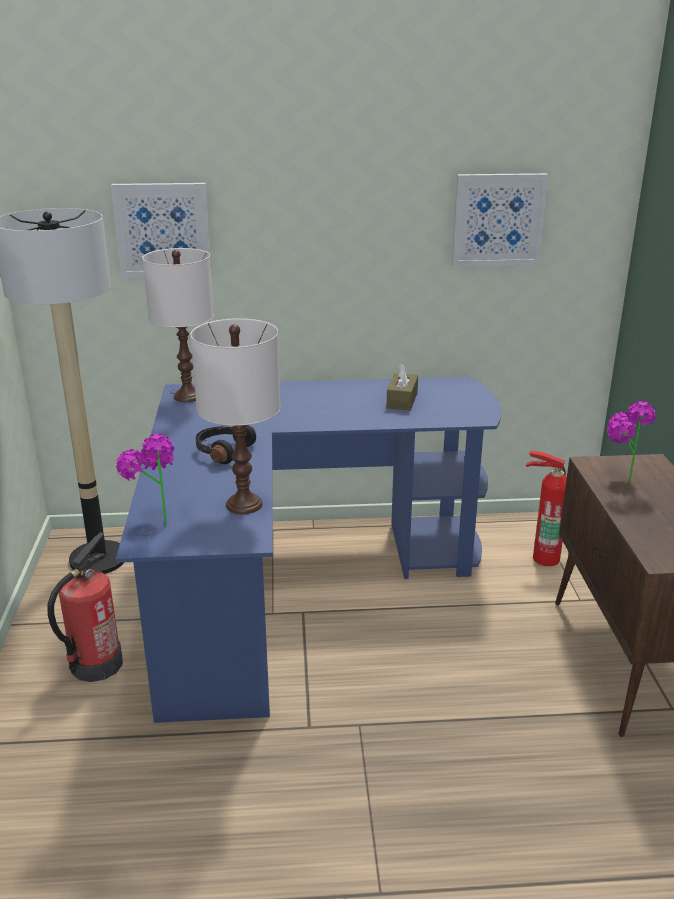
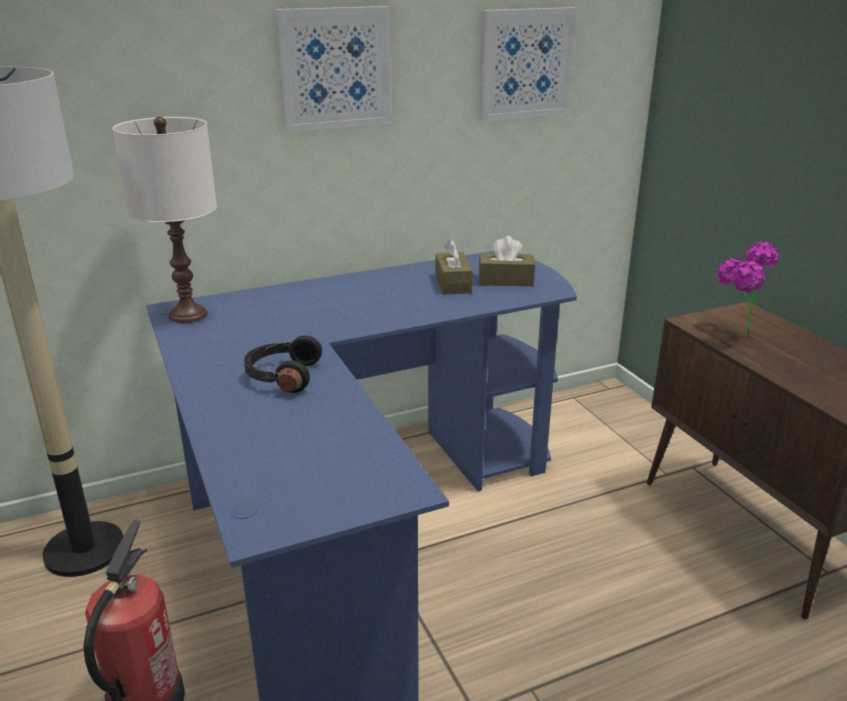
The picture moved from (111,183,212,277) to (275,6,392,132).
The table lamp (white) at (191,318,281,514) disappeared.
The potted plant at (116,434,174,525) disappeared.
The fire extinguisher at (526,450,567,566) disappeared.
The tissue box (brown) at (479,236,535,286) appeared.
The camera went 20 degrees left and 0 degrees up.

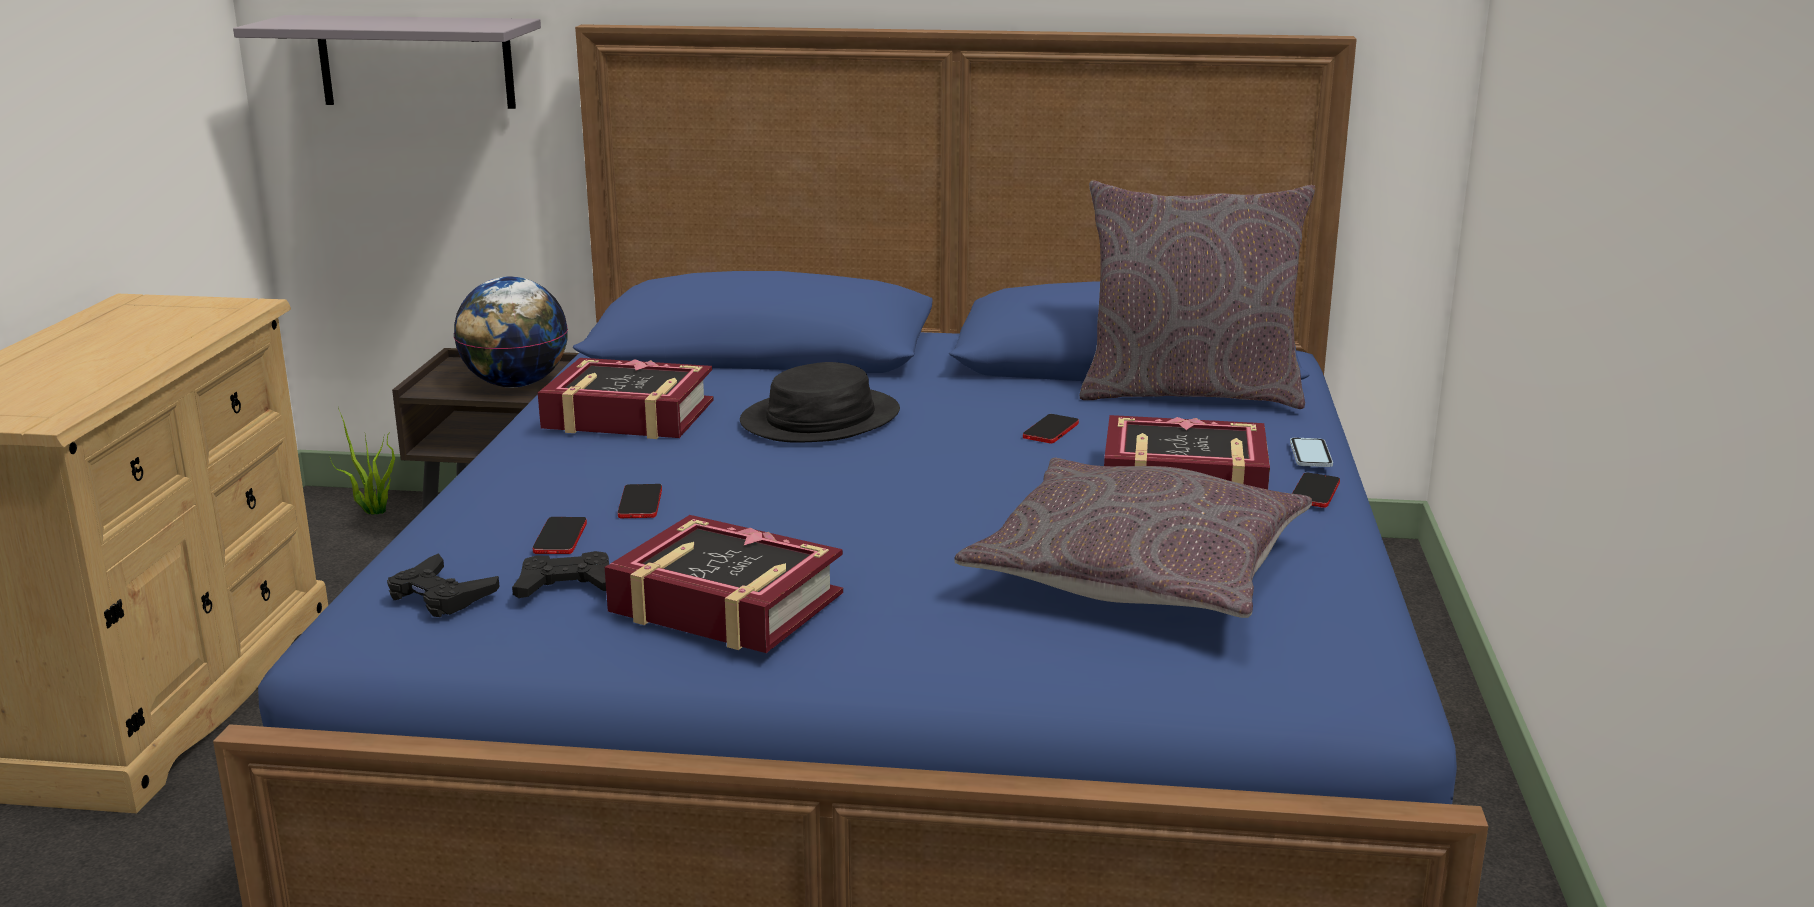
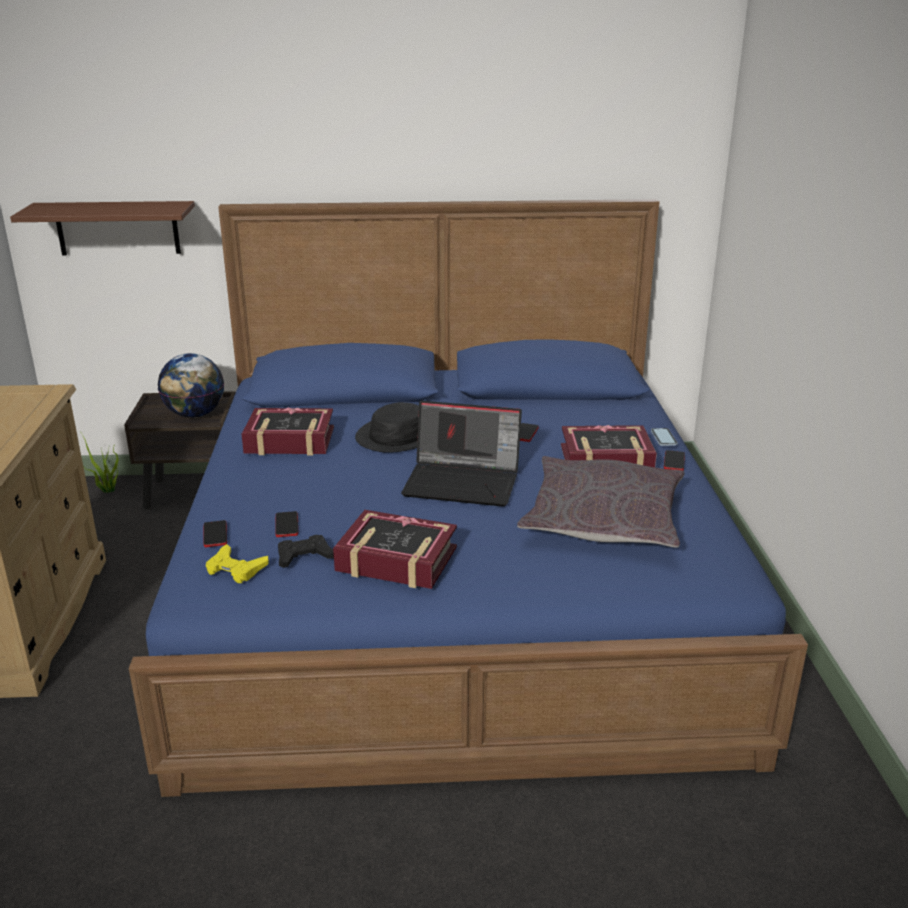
The shelf (grey) at (233,15,541,109) became the shelf (brown) at (10,201,195,255).
The pillow (grey) at (1079,180,1315,409) disappeared.
The phone moved from (618,484,662,518) to (204,520,227,547).
The game controller (black) at (387,553,500,617) became the game controller (yellow) at (206,544,269,583).
The laptop at (401,401,522,507) appeared.
The camera went 10 degrees left and 5 degrees up.

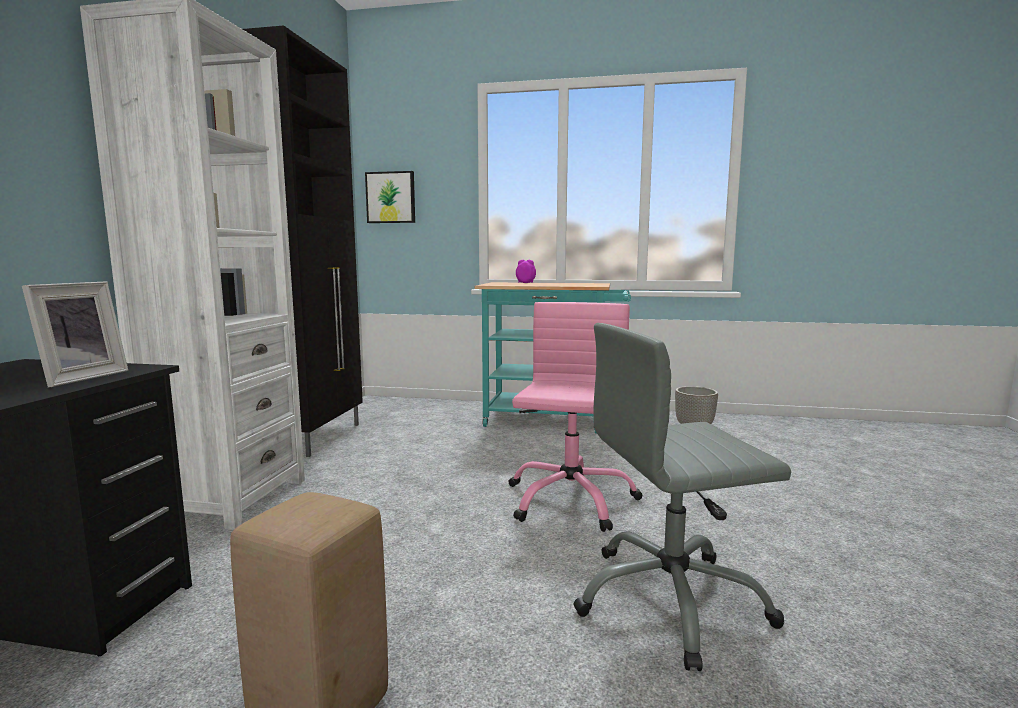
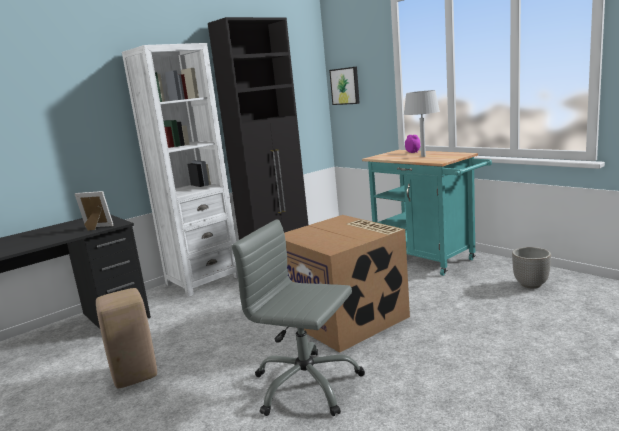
The picture frame at (22,281,128,387) turned 135 degrees counterclockwise.
The office chair (pink) at (508,302,643,532) was replaced by the cardboard box at (284,215,410,353).
The table lamp (grey) at (404,90,440,157) appeared.
The camera went 40 degrees right and 5 degrees up.

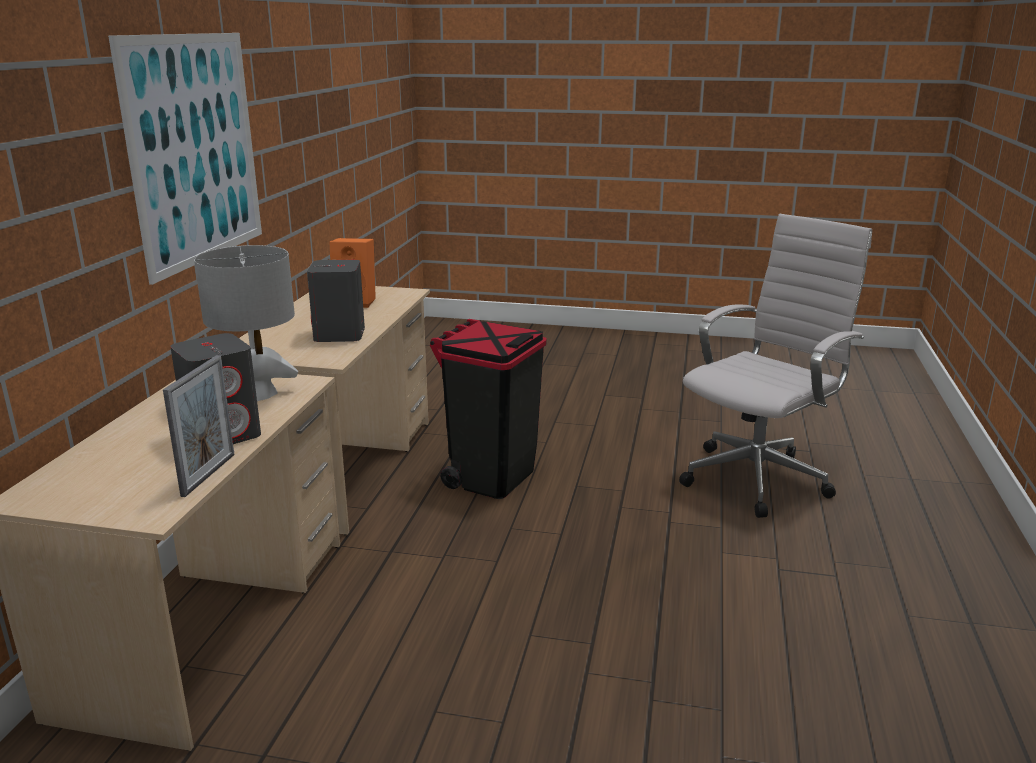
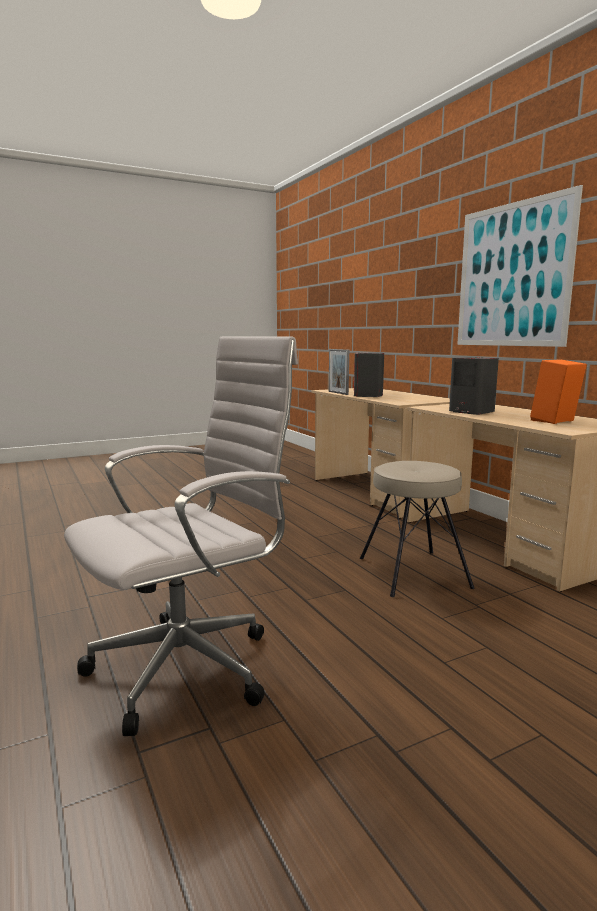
The office chair (white) at (679,214,872,518) turned 135 degrees counterclockwise.
The table lamp (grey) at (194,245,298,401) disappeared.
The trash can (black) at (430,319,547,499) was replaced by the stool (beige) at (360,461,475,597).
The camera went 140 degrees right and 10 degrees down.

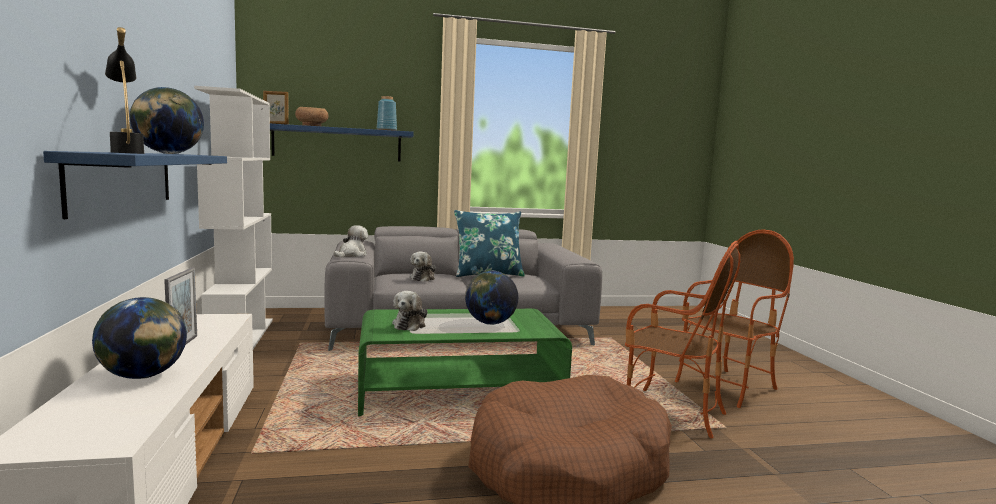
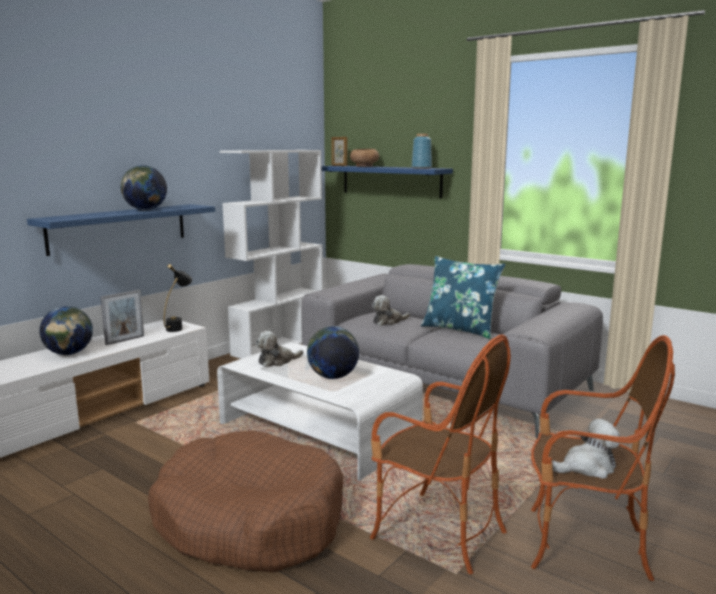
The table lamp (black) moved from (105,27,144,154) to (164,264,192,332).
The plush toy moved from (334,225,368,257) to (551,419,620,479).
The armchair at (625,241,740,438) turned 45 degrees counterclockwise.
The coffee table (green) at (358,309,572,417) became the coffee table (white) at (217,342,423,481).
The camera went 50 degrees right and 5 degrees up.

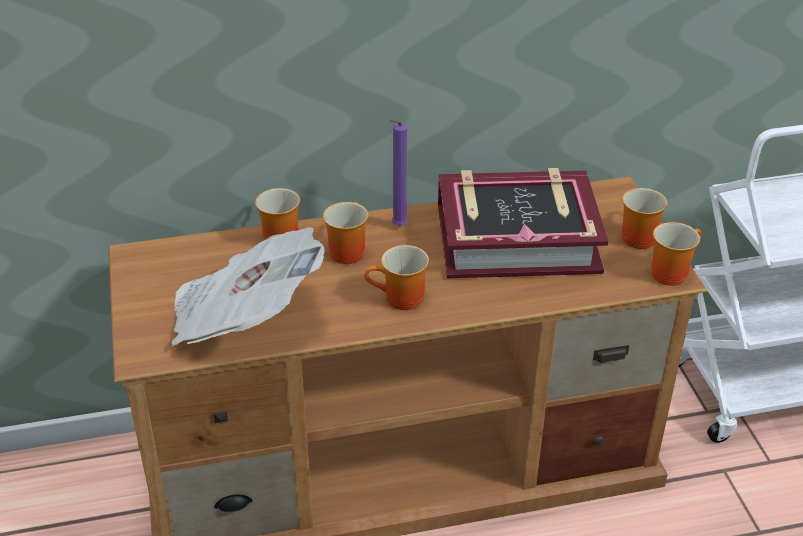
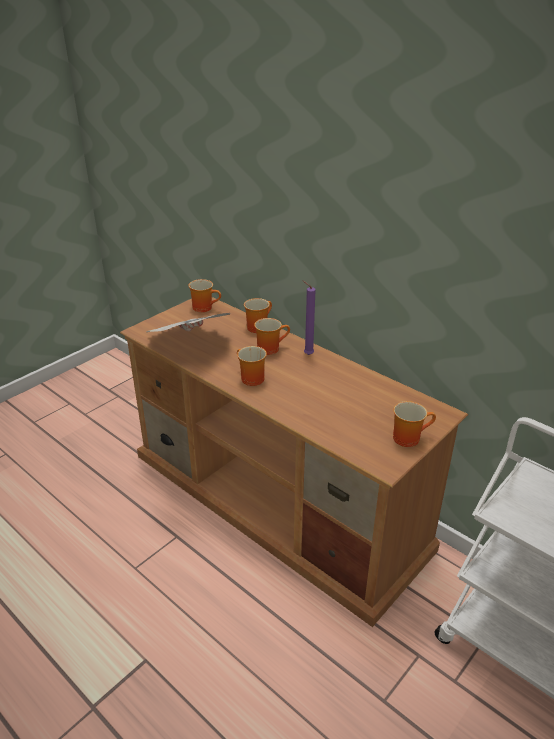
The book at (438,168,608,278) disappeared.
The mug moved from (651,222,701,286) to (188,279,221,312).
The camera went 55 degrees right and 5 degrees down.

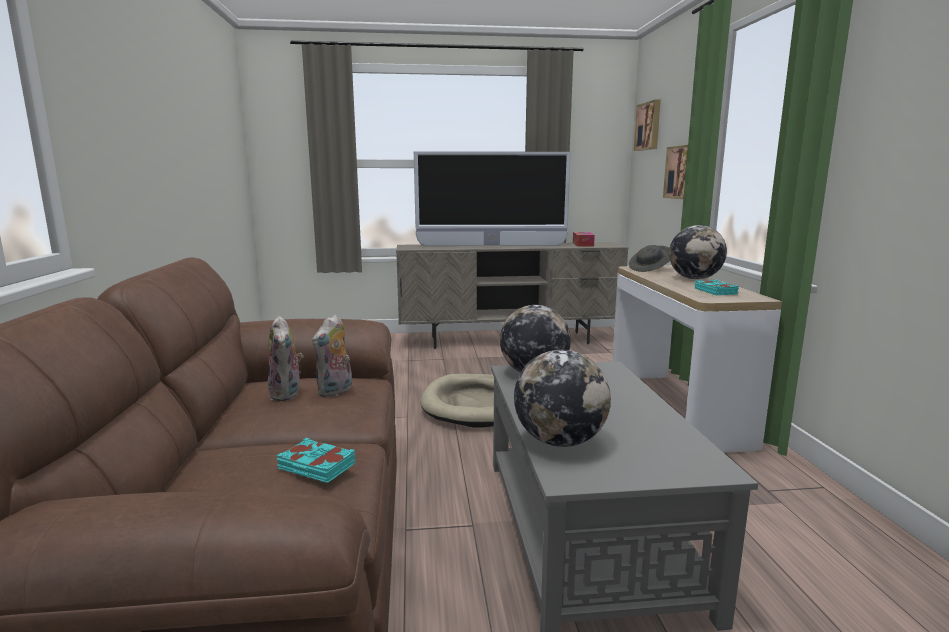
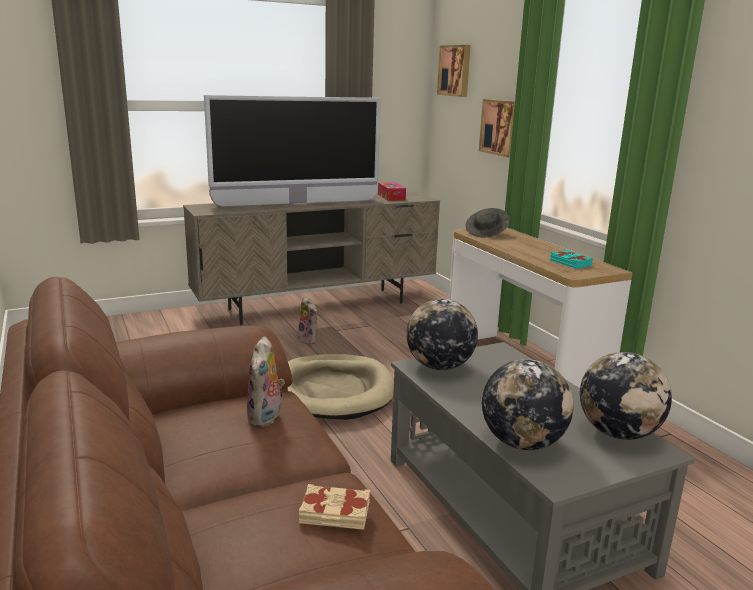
The globe moved from (669,225,727,279) to (580,352,672,440).
The plush toy moved from (268,315,303,401) to (297,296,317,345).
The book (turquoise) at (277,438,355,483) became the book (beige) at (299,484,370,530).
The camera went 20 degrees left and 5 degrees up.

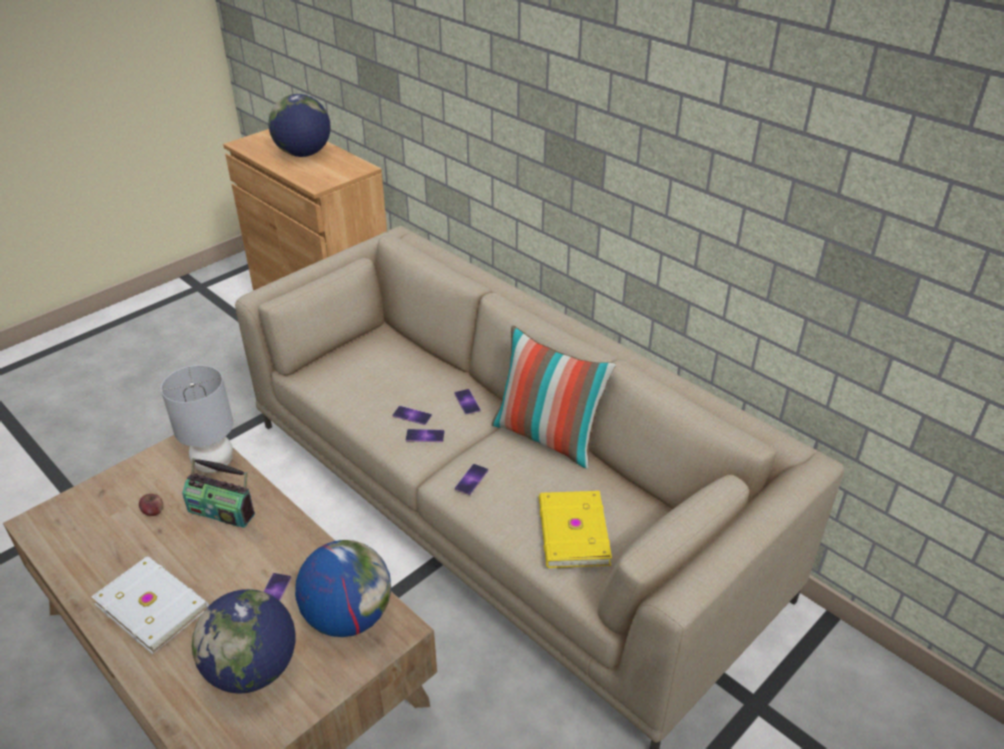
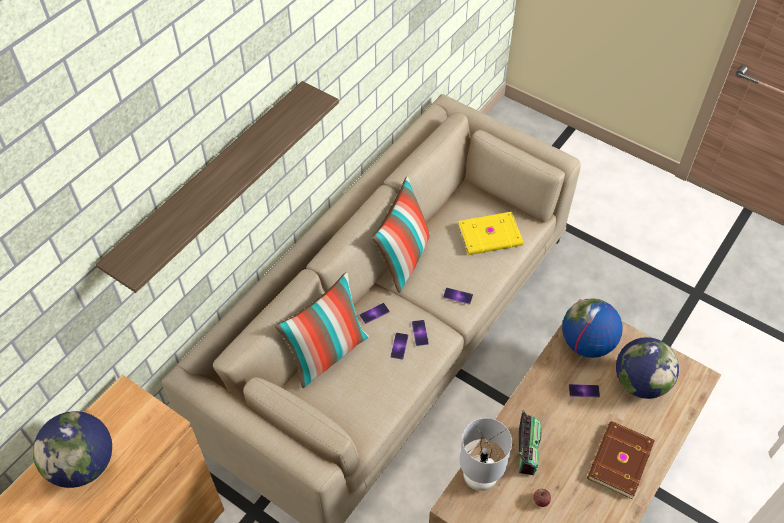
The book (white) at (91,556,209,654) became the book (brown) at (587,421,655,499).
The shelf at (96,81,339,293) appeared.
The pillow at (275,272,369,388) appeared.
The camera went 100 degrees left and 15 degrees up.

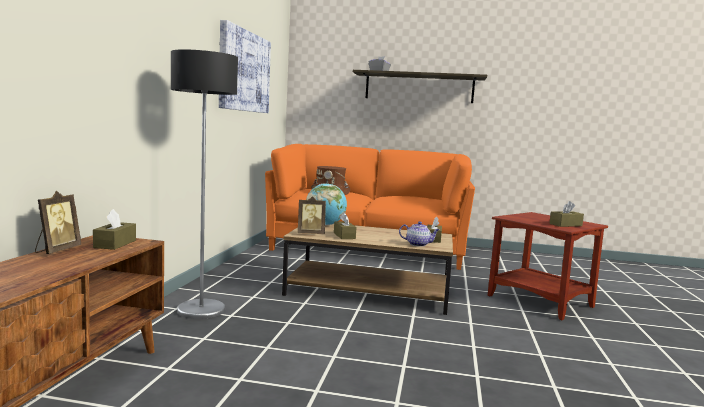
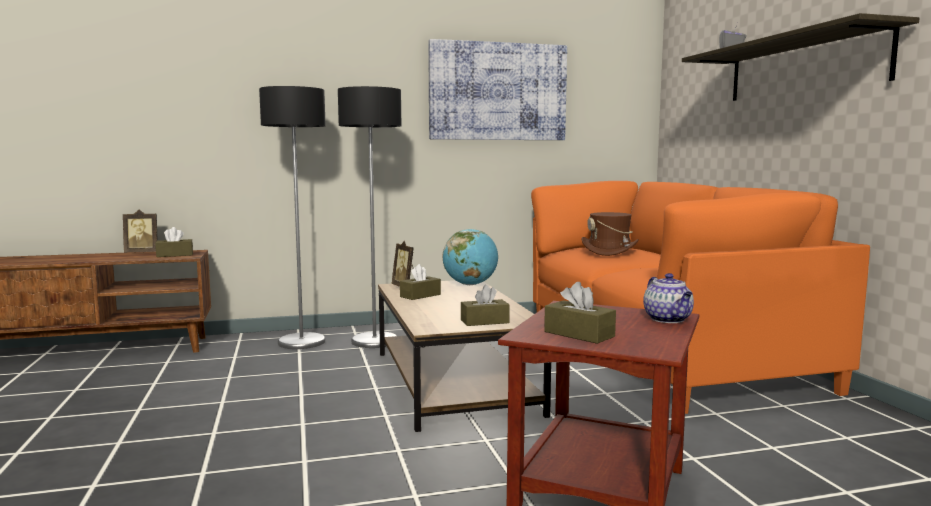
The teapot moved from (399,221,439,247) to (643,273,694,323).
The floor lamp at (338,86,401,348) appeared.
The camera went 65 degrees right and 0 degrees up.

